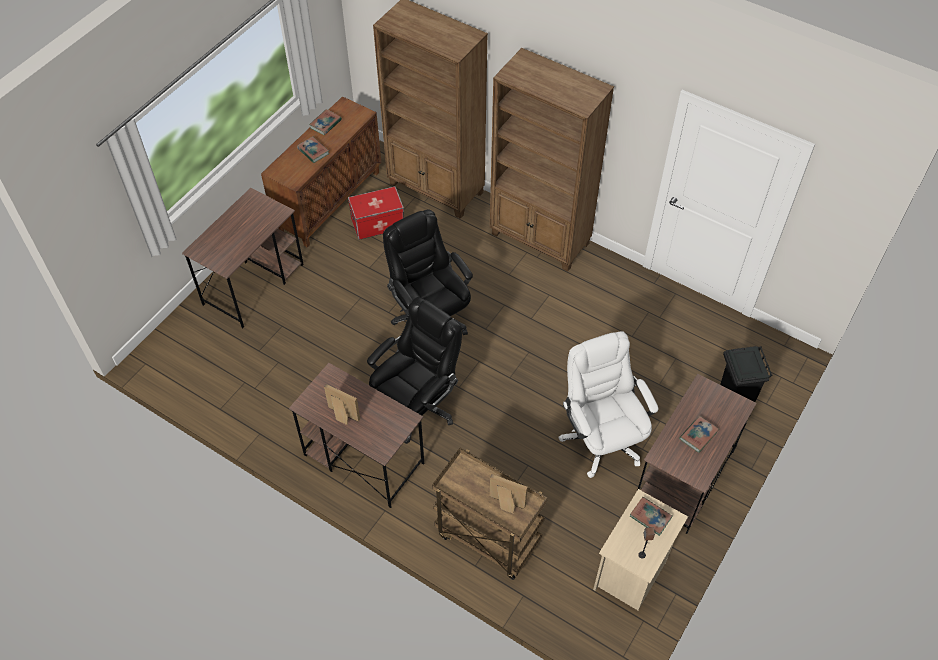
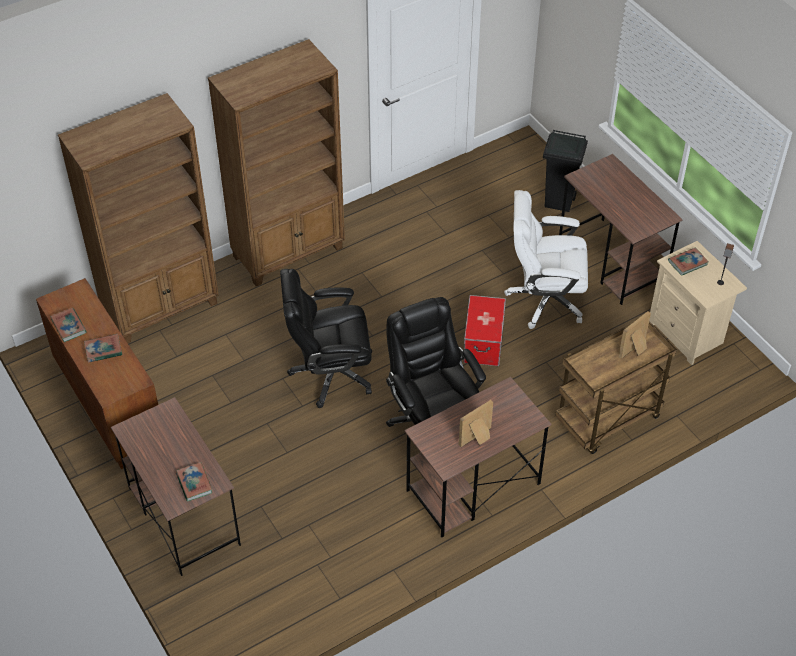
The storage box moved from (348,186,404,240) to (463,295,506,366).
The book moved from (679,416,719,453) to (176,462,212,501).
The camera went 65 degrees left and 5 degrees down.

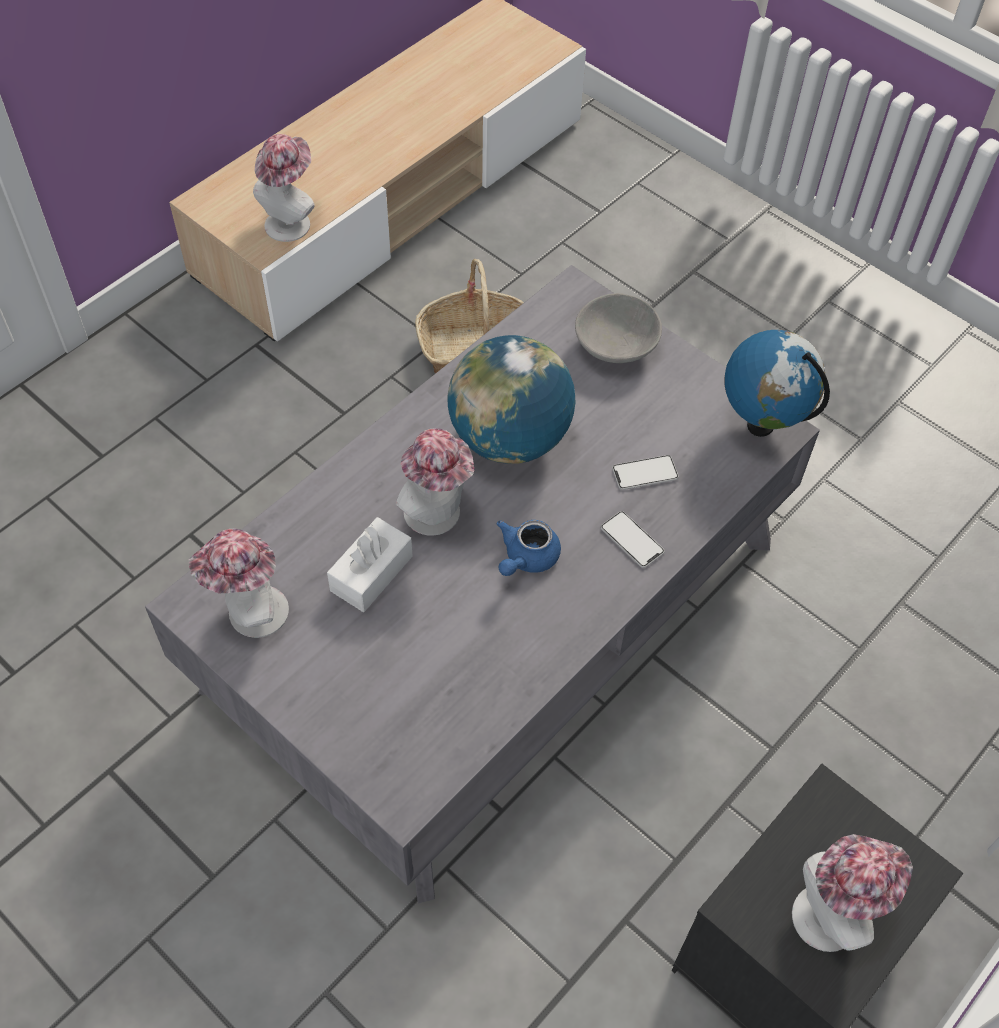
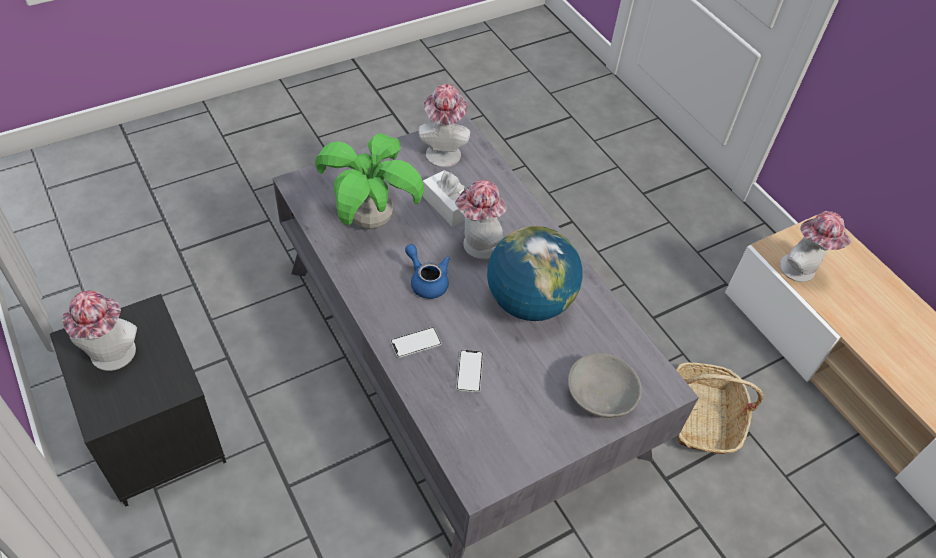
The globe at (725,330,830,437) disappeared.
The potted plant at (315,133,424,229) appeared.
The camera went 105 degrees right and 5 degrees down.

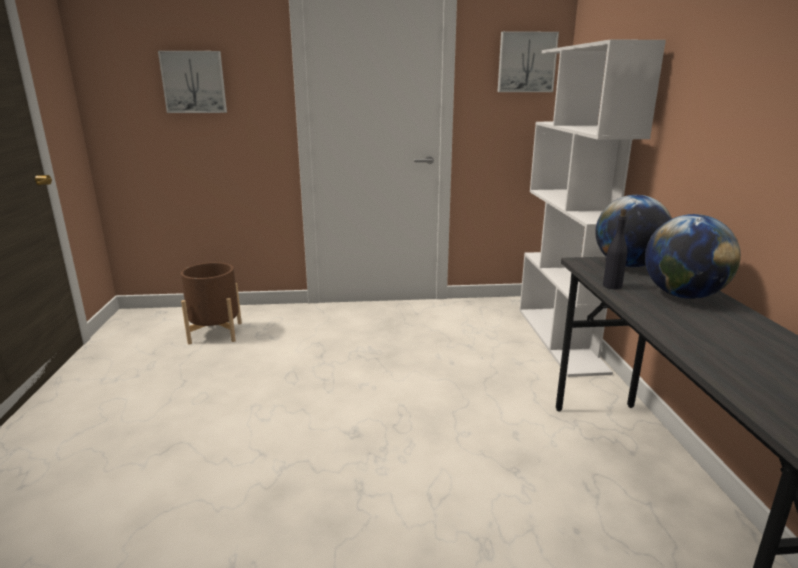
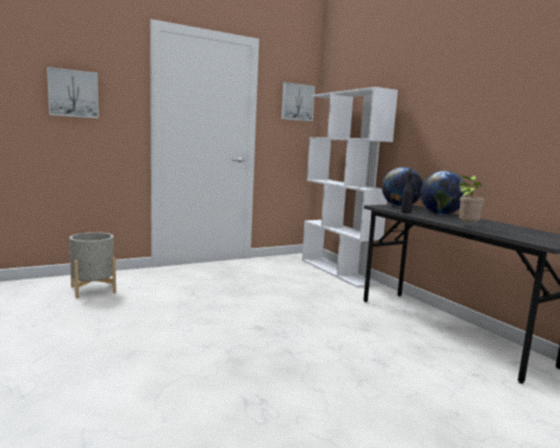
The planter (brown) at (181,262,242,345) became the planter (grey) at (69,232,116,298).
The potted plant at (459,175,484,222) appeared.
The camera went 25 degrees left and 10 degrees down.

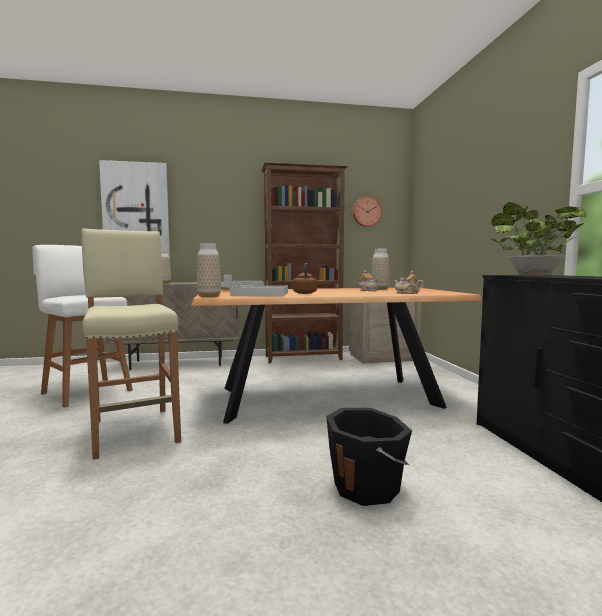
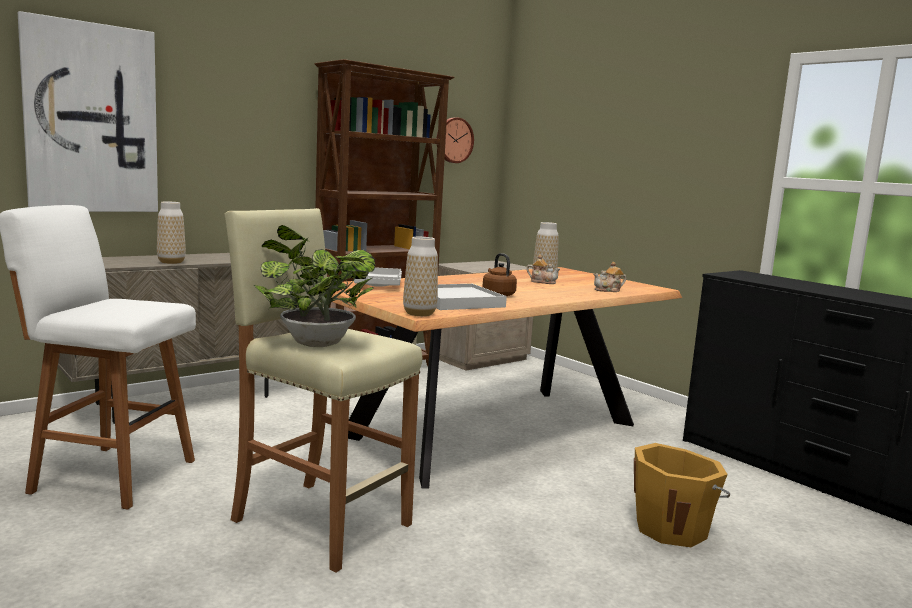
The potted plant moved from (491,202,586,276) to (254,225,375,347).
The bucket (black) at (326,408,412,506) became the bucket (orange) at (634,443,730,547).
The camera went 30 degrees left and 5 degrees up.

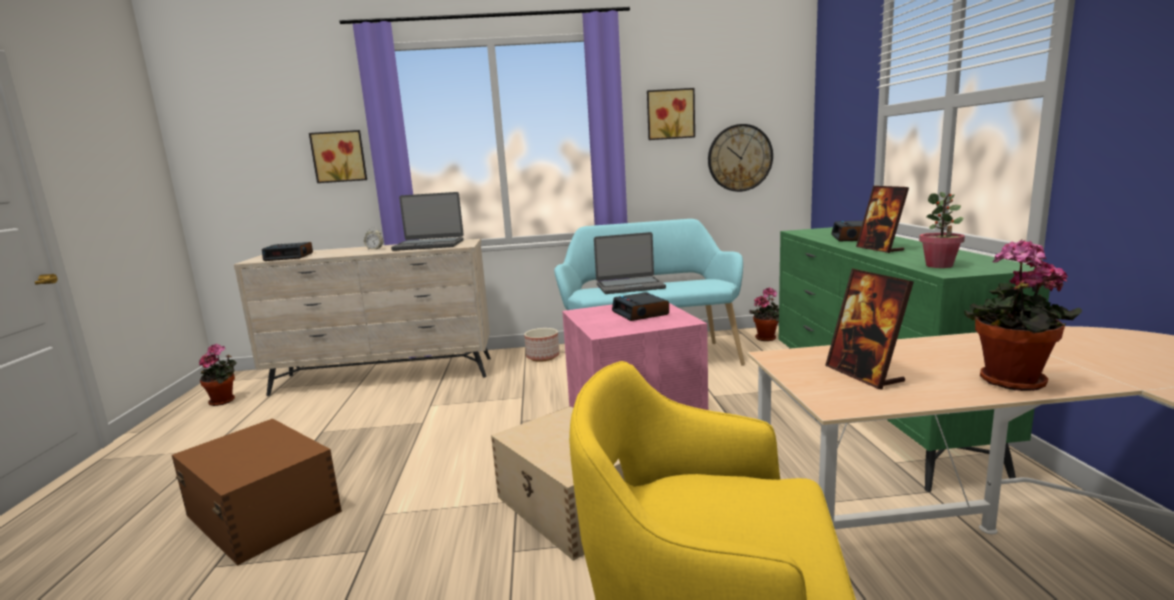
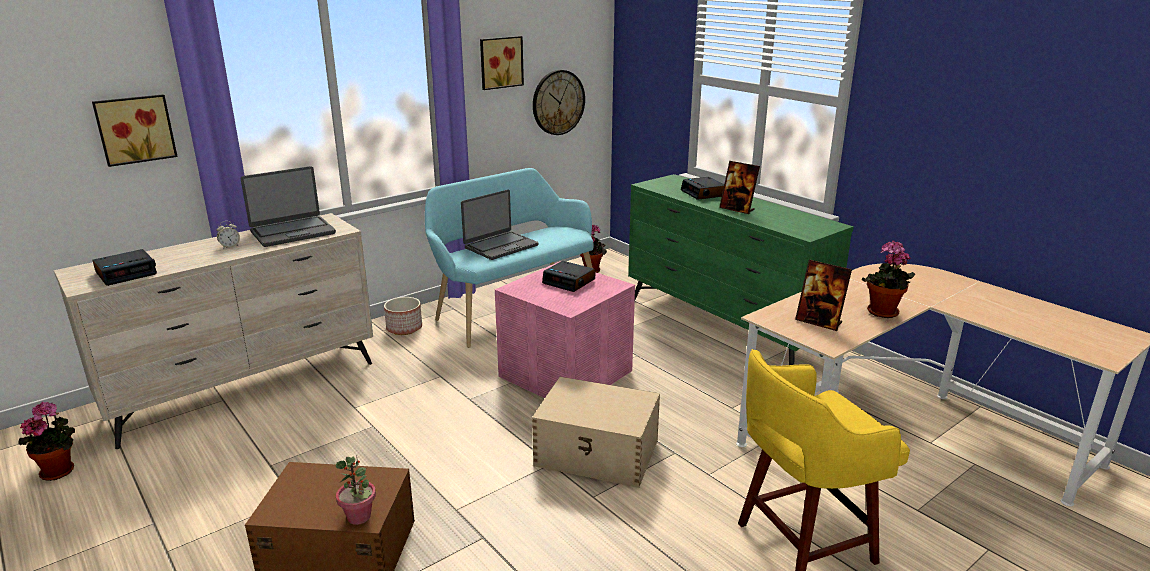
The potted plant moved from (919,192,965,268) to (336,457,376,525).
The camera went 35 degrees left and 10 degrees up.

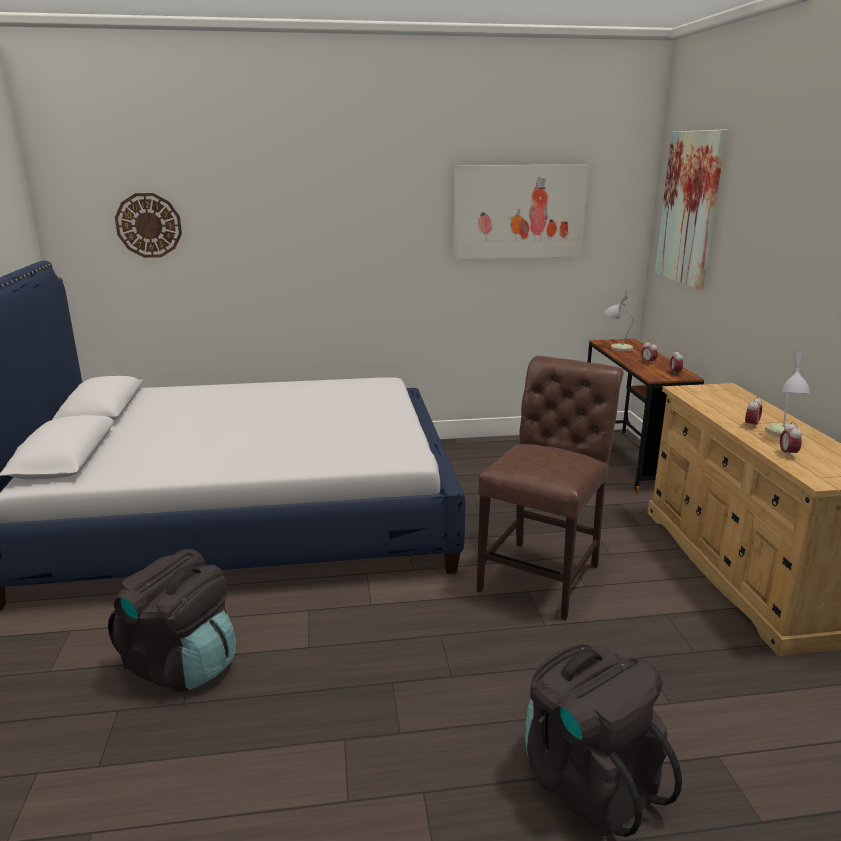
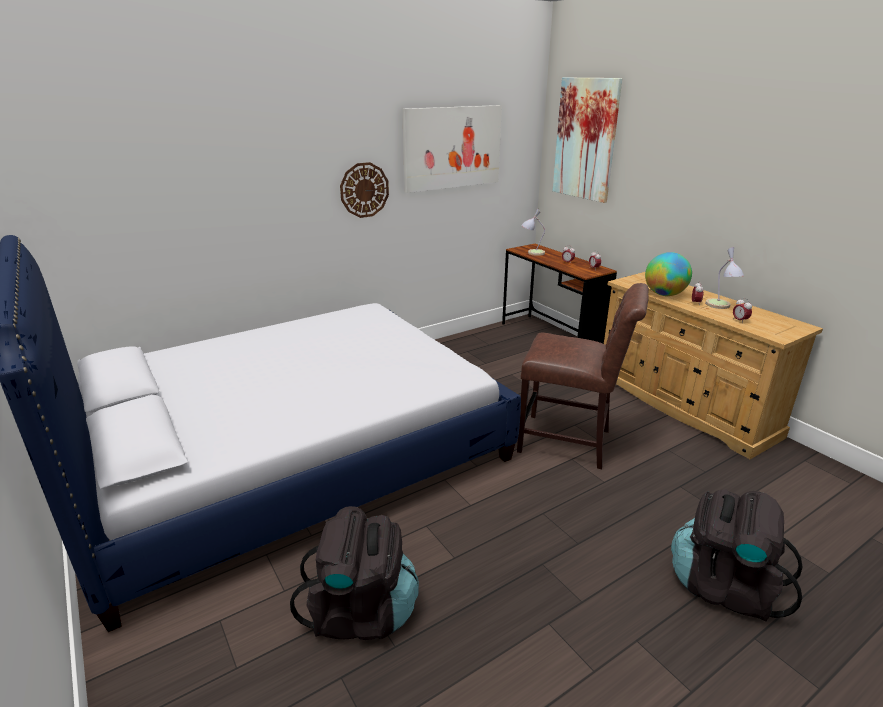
The wall clock moved from (115,193,182,258) to (340,162,389,218).
The chair (brown) at (477,356,623,620) turned 105 degrees clockwise.
The globe at (645,252,692,296) appeared.
The camera went 25 degrees left and 5 degrees up.

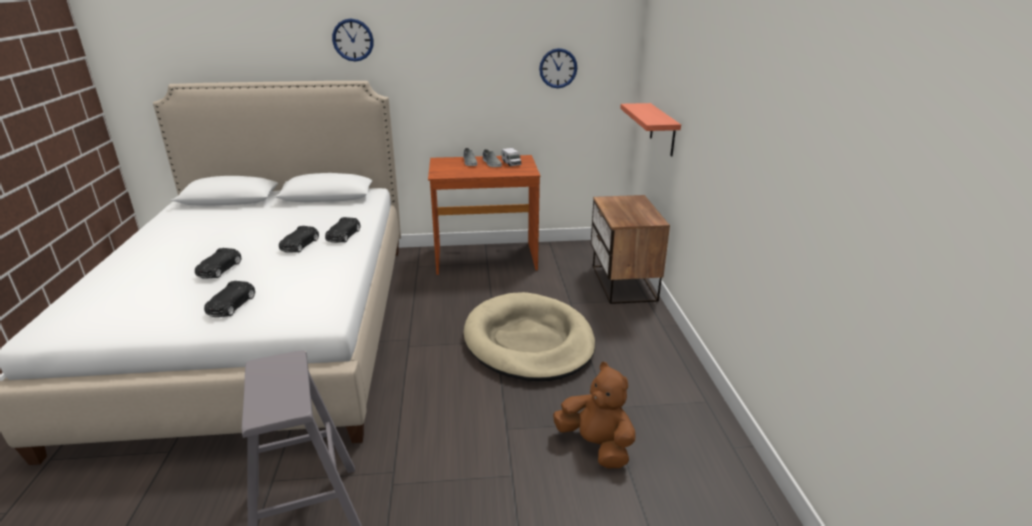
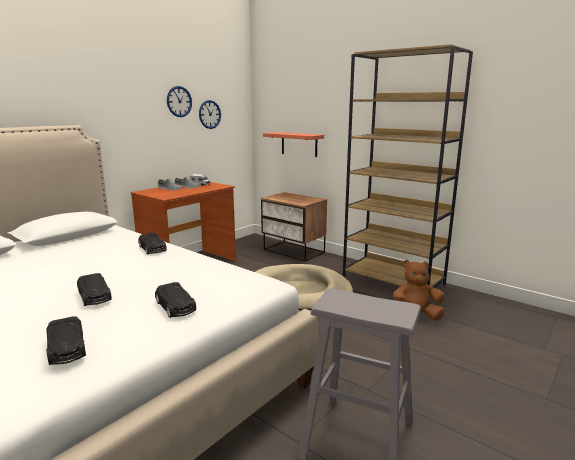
The wall clock moved from (332,18,374,62) to (167,86,192,117).
The toy car (black) moved from (279,226,319,253) to (46,316,86,365).
The bookcase (brown) at (343,44,473,288) appeared.
The camera went 45 degrees left and 10 degrees down.

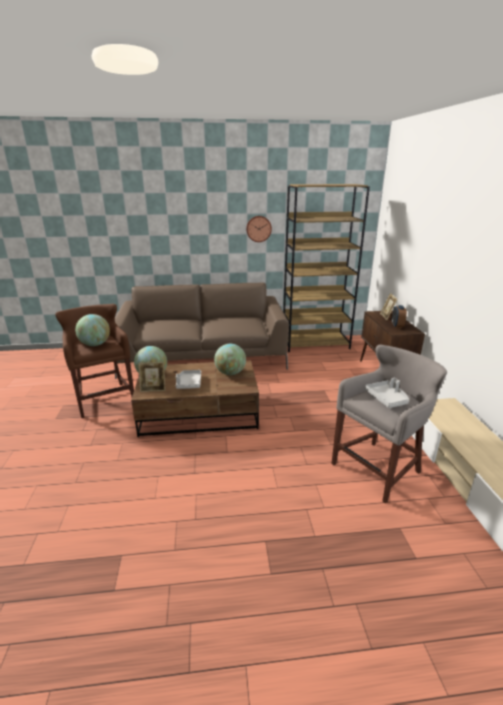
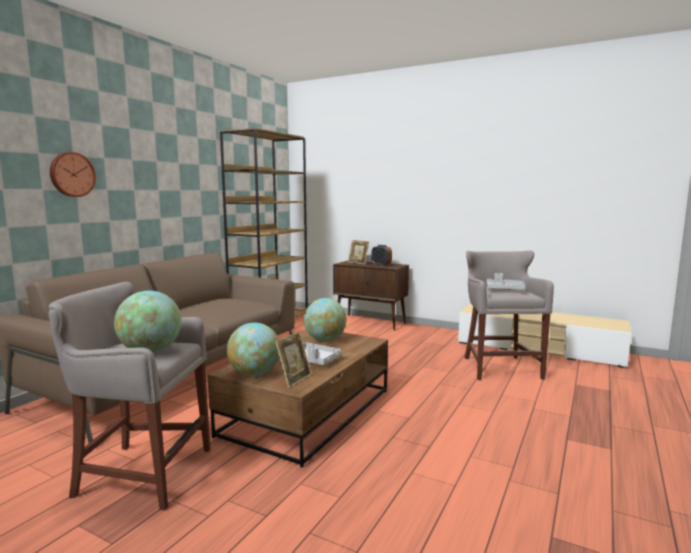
The wall clock moved from (246,216,272,242) to (50,152,96,197).
The stool (brown) at (55,304,134,418) became the stool (grey) at (49,282,210,510).
The camera went 55 degrees left and 15 degrees down.

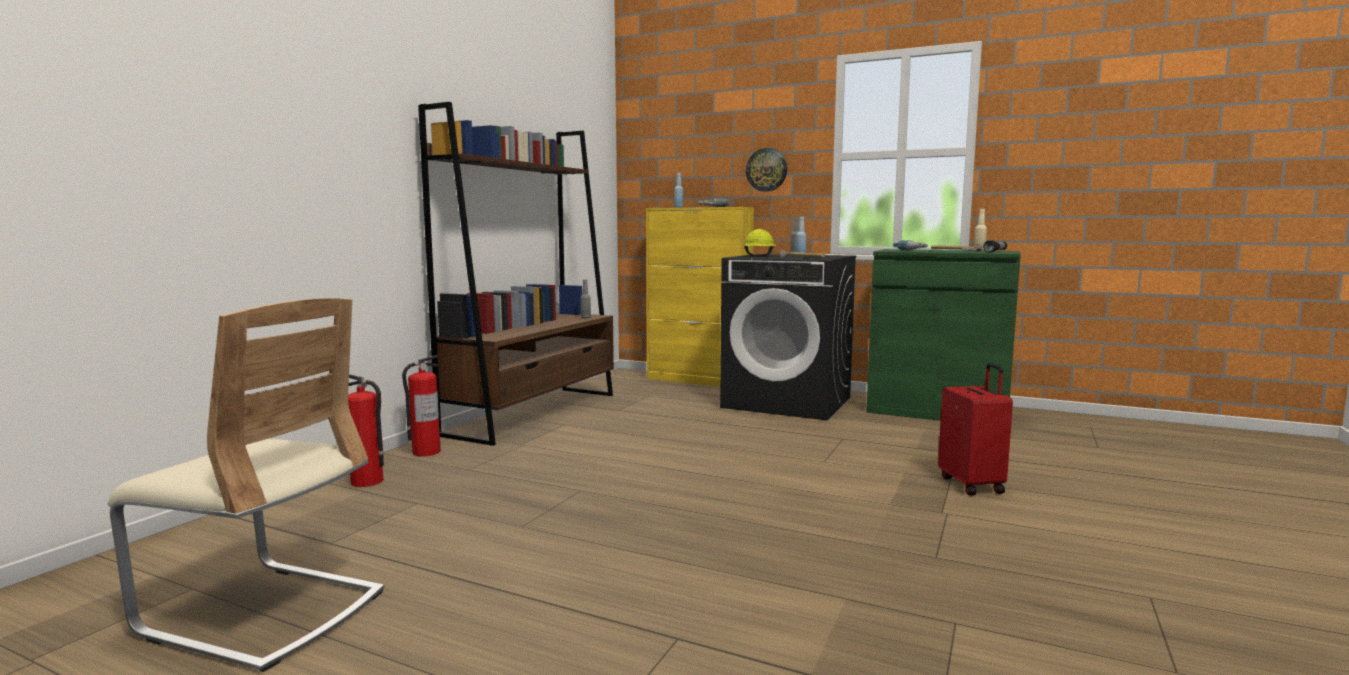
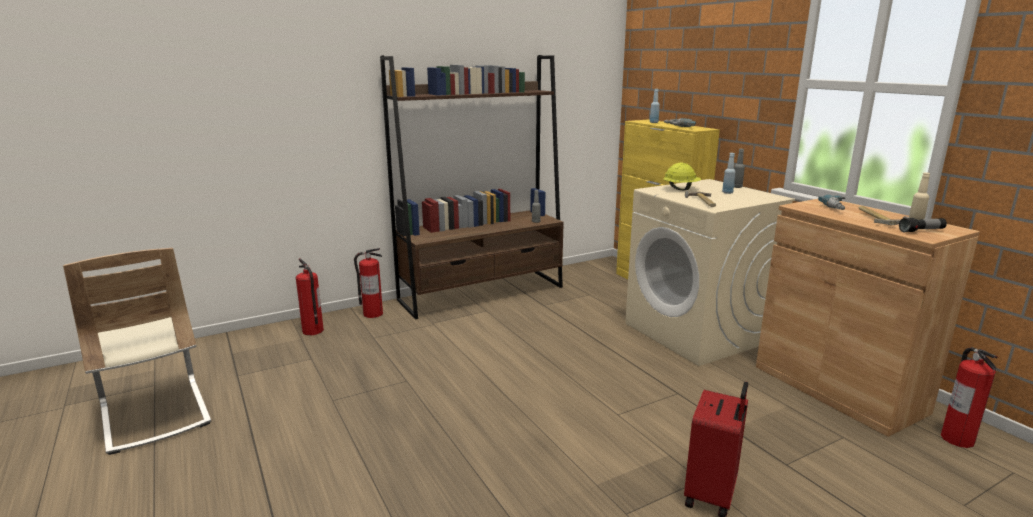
The wall clock at (746,148,787,192) disappeared.
The cabinet (green) at (866,249,1021,421) became the cabinet (brown) at (756,199,980,437).
The washing machine (black) at (720,254,856,420) became the washing machine (beige) at (625,179,795,366).
The fire extinguisher at (941,347,998,448) appeared.
The camera went 35 degrees right and 10 degrees up.

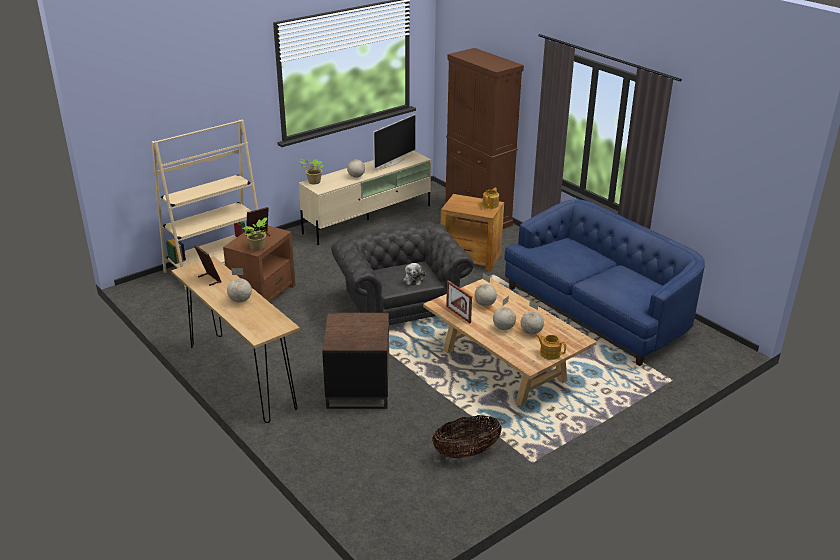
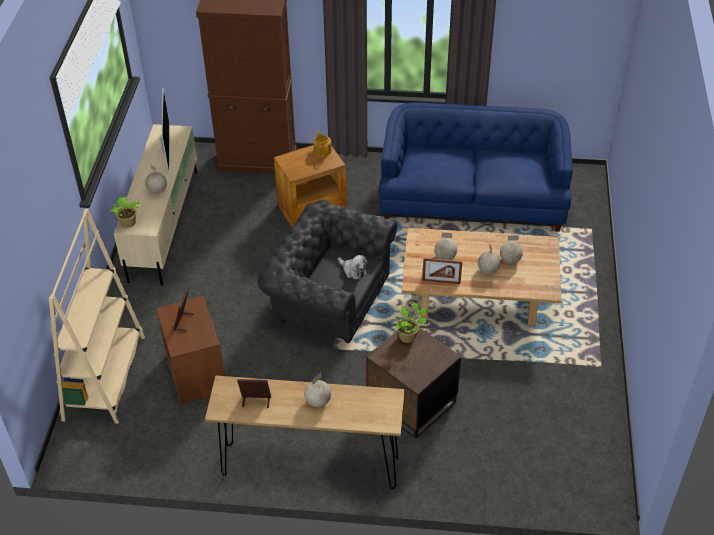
The potted plant moved from (243,217,267,251) to (395,302,428,343).
The teapot at (536,334,566,360) disappeared.
The basket at (432,415,502,458) disappeared.
The camera went 45 degrees left and 15 degrees up.

